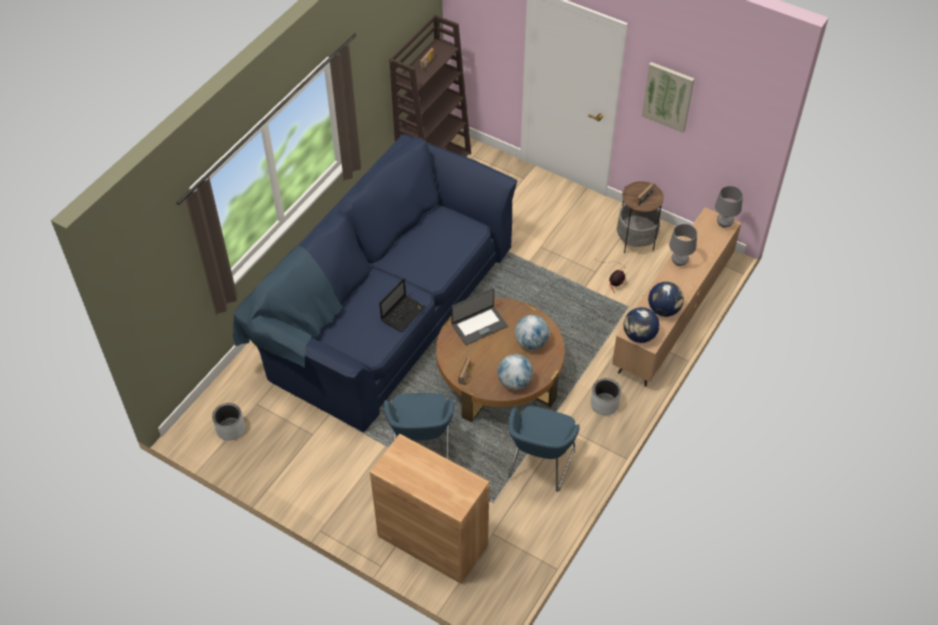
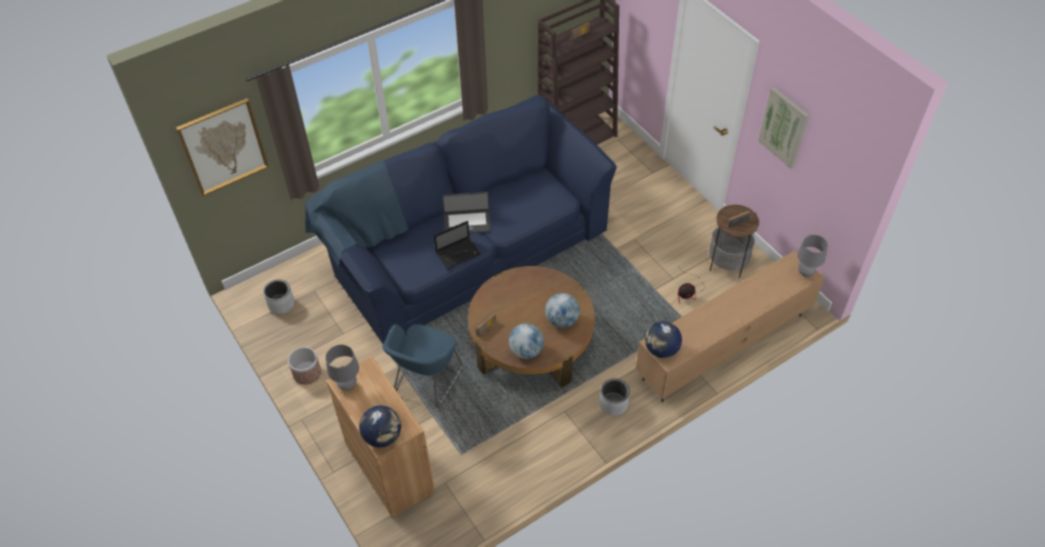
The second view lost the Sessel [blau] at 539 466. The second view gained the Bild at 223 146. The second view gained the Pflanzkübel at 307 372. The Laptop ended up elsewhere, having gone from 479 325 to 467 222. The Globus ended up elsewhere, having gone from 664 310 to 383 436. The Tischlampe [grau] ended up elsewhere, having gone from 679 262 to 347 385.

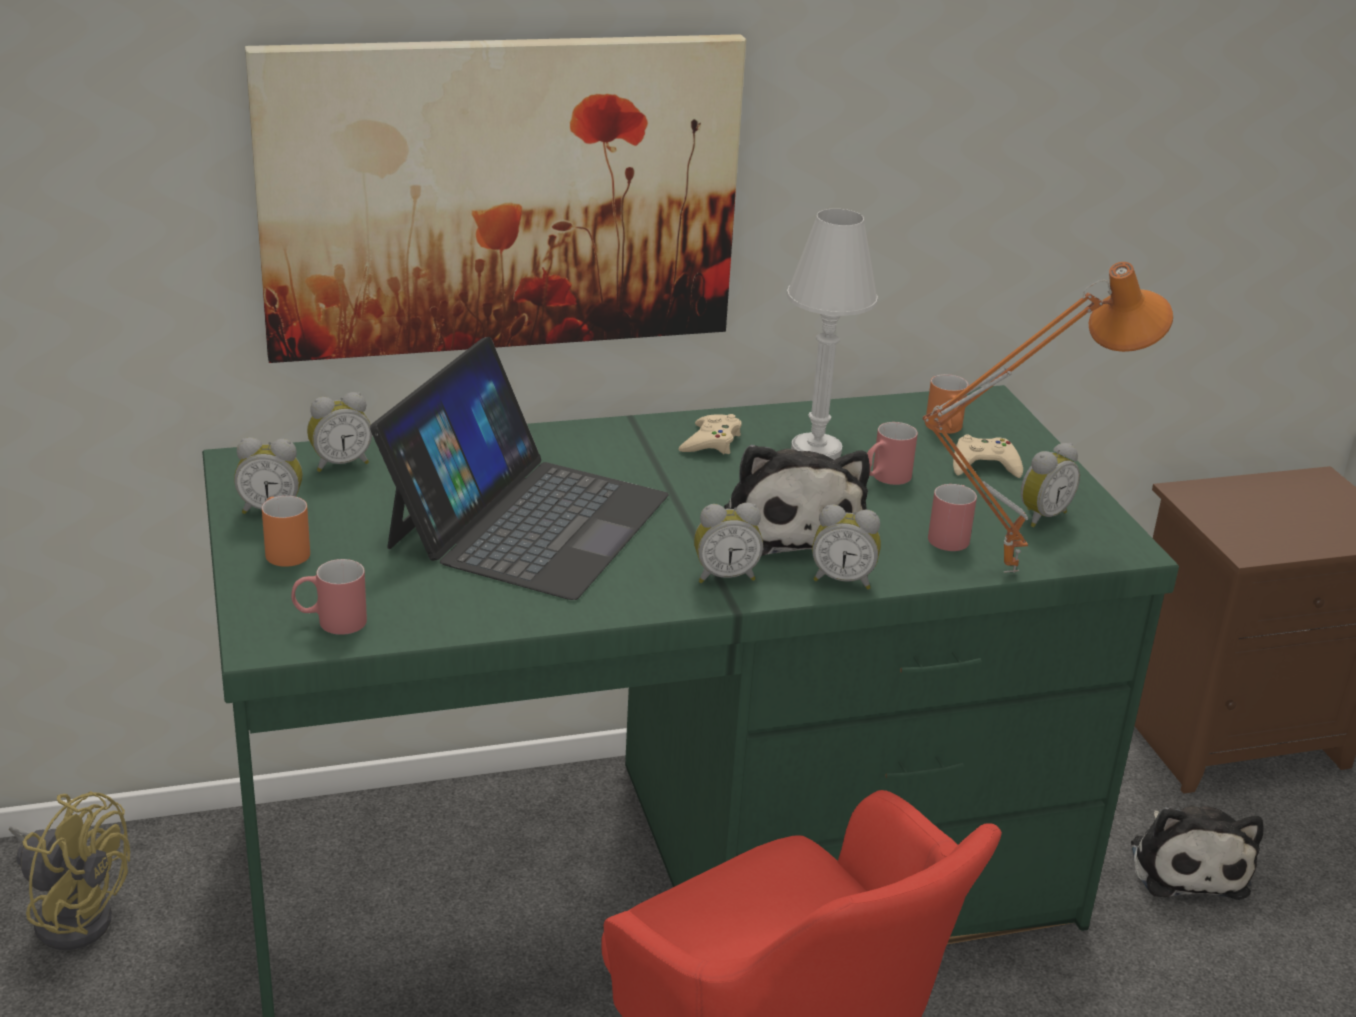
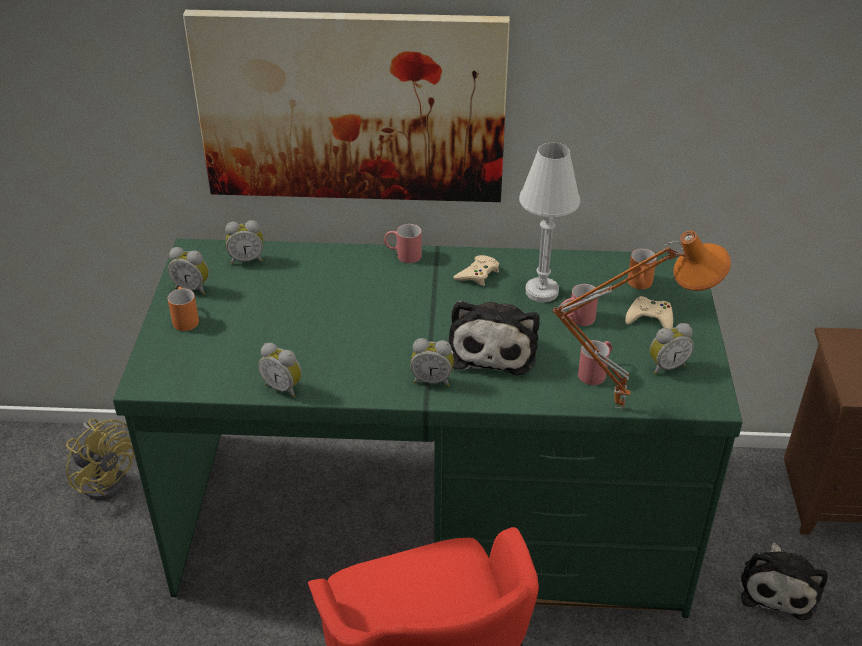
The second view lost the Laptop at 526 520. The Henkelbecher [rot] ended up elsewhere, having gone from 330 622 to 403 255. The Wecker ended up elsewhere, having gone from 843 579 to 284 387.

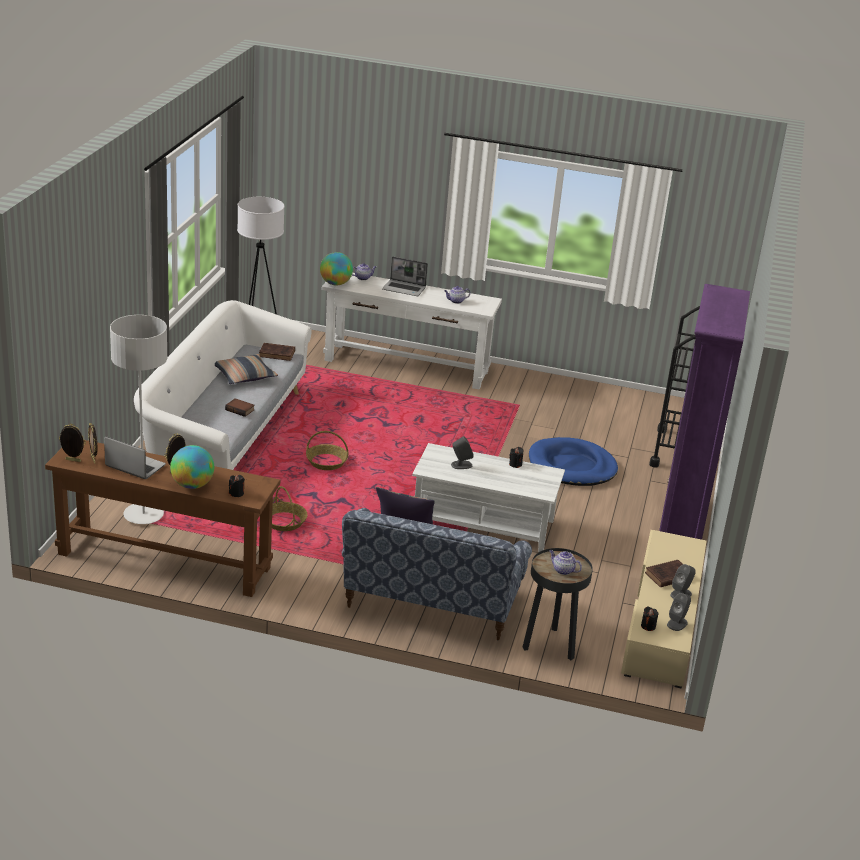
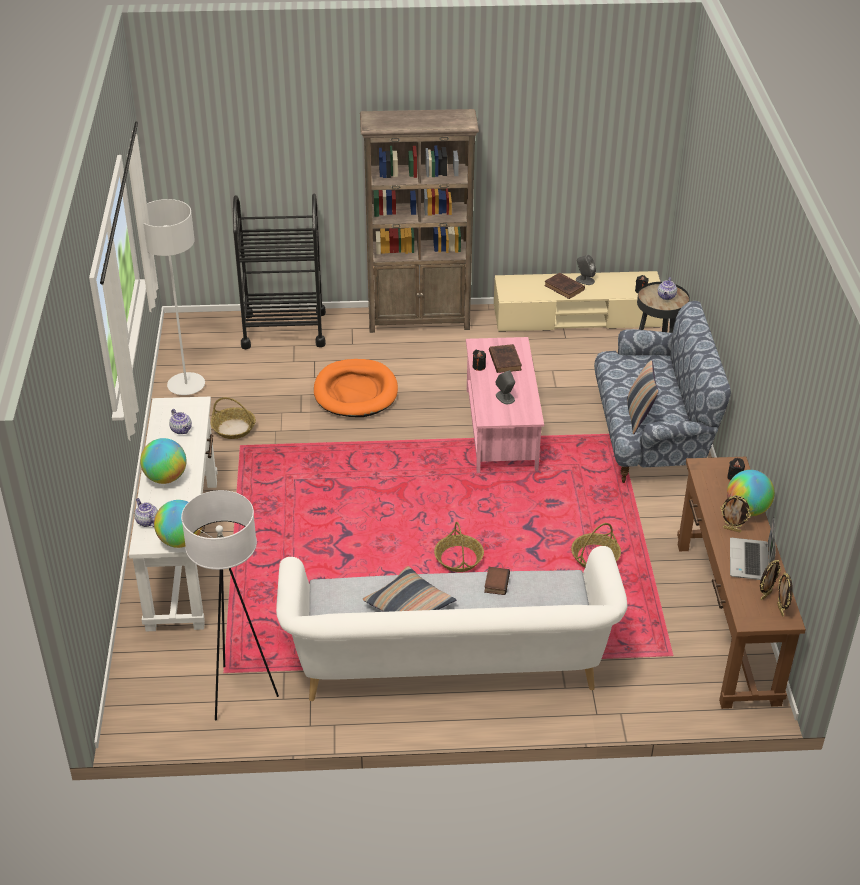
The second view lost the Lautsprecher [grau] at 677 623. The second view gained the Korb at 234 428. The Stehlampe [grau] ended up elsewhere, having gone from 143 515 to 186 385. The Buch [braun] ended up elsewhere, having gone from 278 354 to 504 360. Where the Laptop stood at 404 289, the Globus came to stand at 165 478. What was the Couchtisch [weiß] at 483 523 turned into the Couchtisch [rosa] at 501 429. What was the Hundebett [blau] at 572 466 turned into the Hundebett [orange] at 355 392. What was the Bücherregal [lila] at 682 524 turned into the Bücherregal [braun] at 419 320.

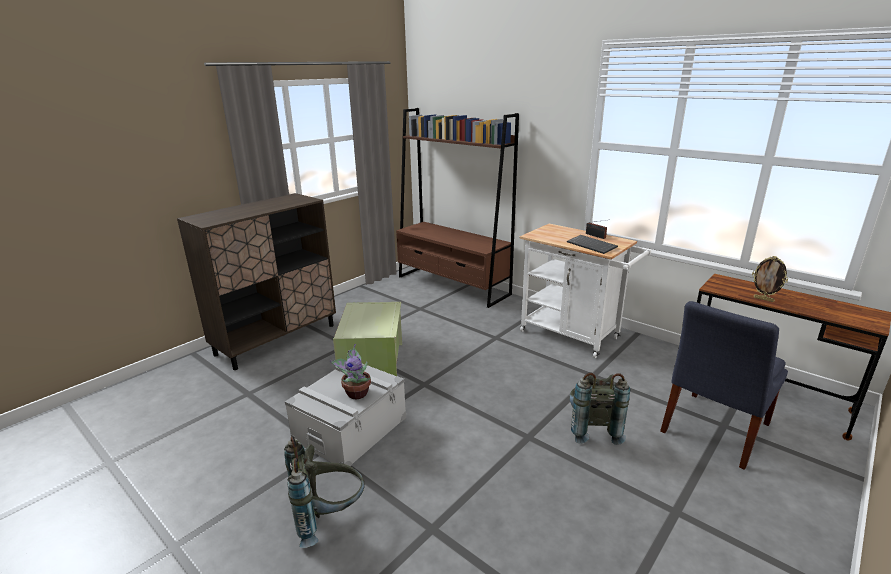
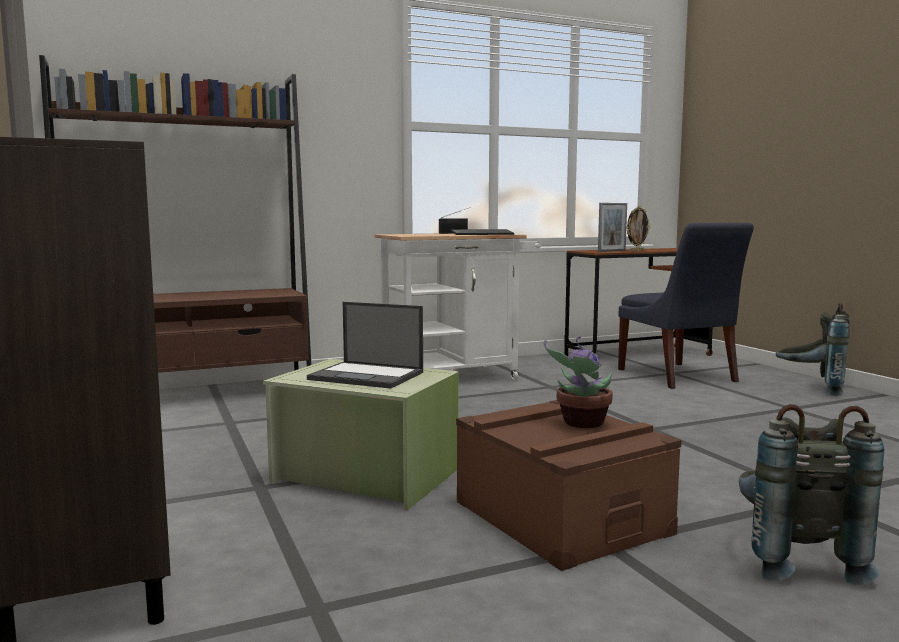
The second view gained the Laptop at 368 376. The second view gained the Bilderrahmen at 611 251. The Rucksack [grau] ended up elsewhere, having gone from 592 428 to 811 388. What was the Aufbewahrungsbox [grau] at 350 428 turned into the Aufbewahrungsbox [braun] at 560 517.

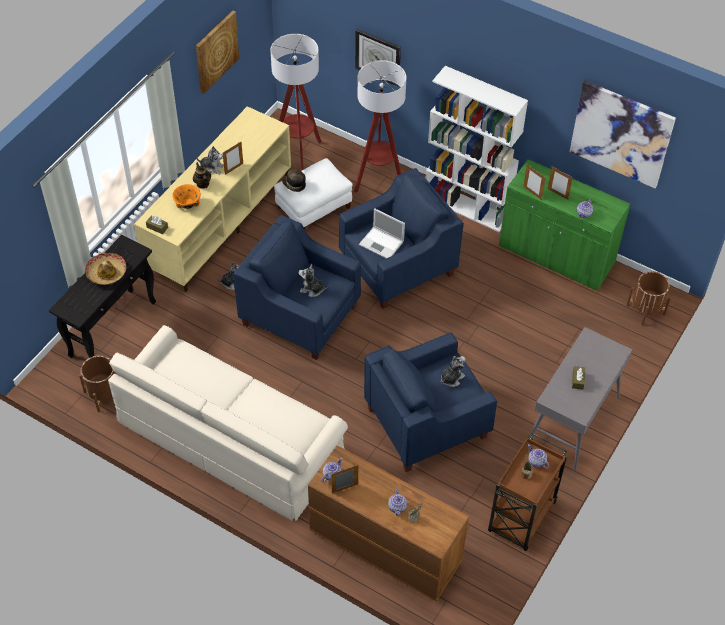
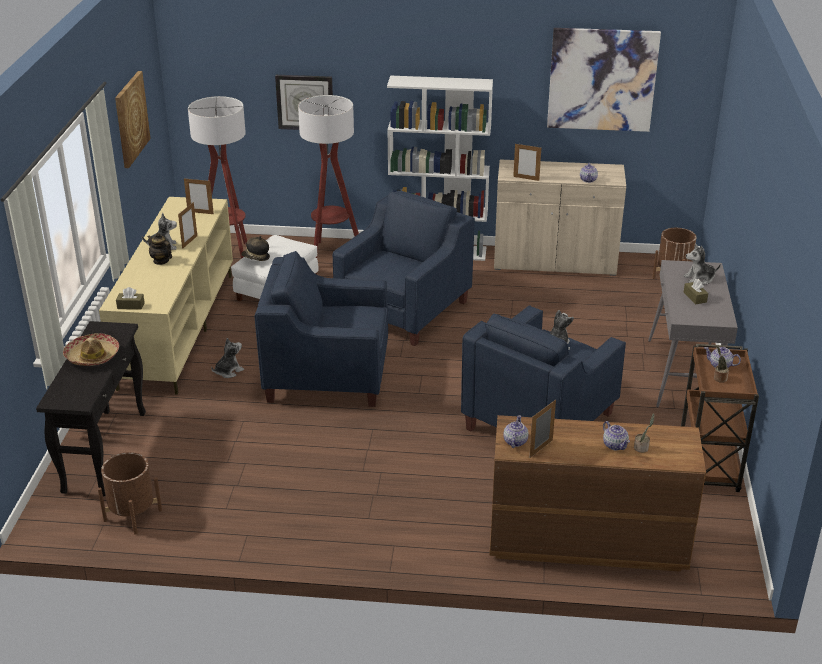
The second view lost the Sofa [beige] at 230 437. The second view lost the Schüssel [orange] at 187 204. The second view lost the Laptop at 382 243. The Plüschtier ended up elsewhere, having gone from 312 289 to 699 279. The Bilderrahmen ended up elsewhere, having gone from 557 194 to 200 212. What was the Schrank [grün] at 556 255 turned into the Schrank [beige] at 554 262.

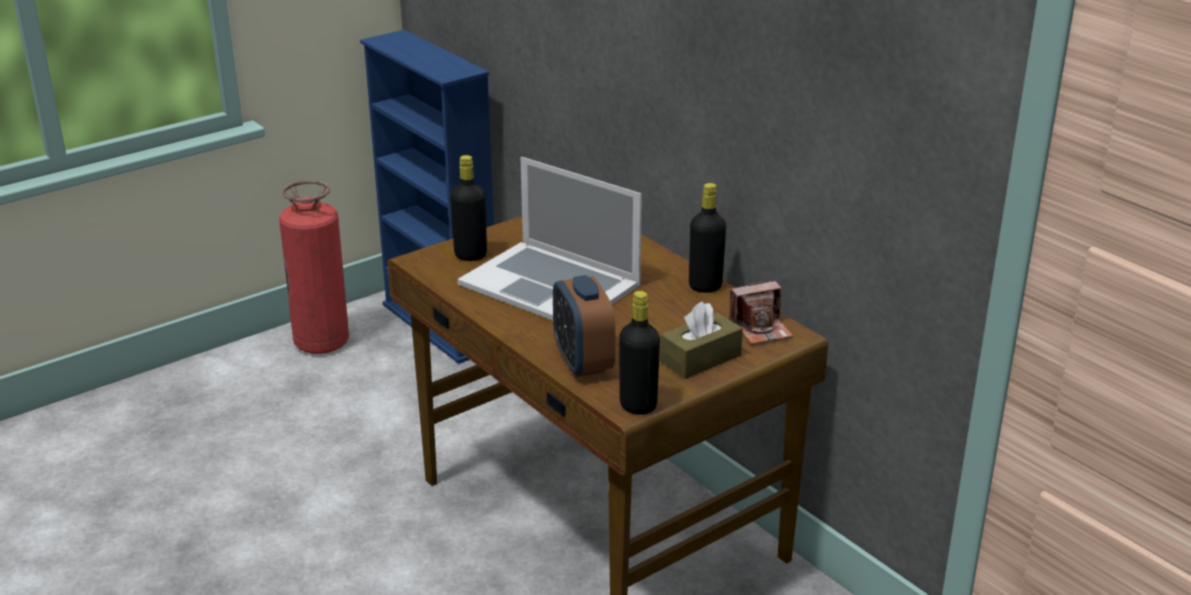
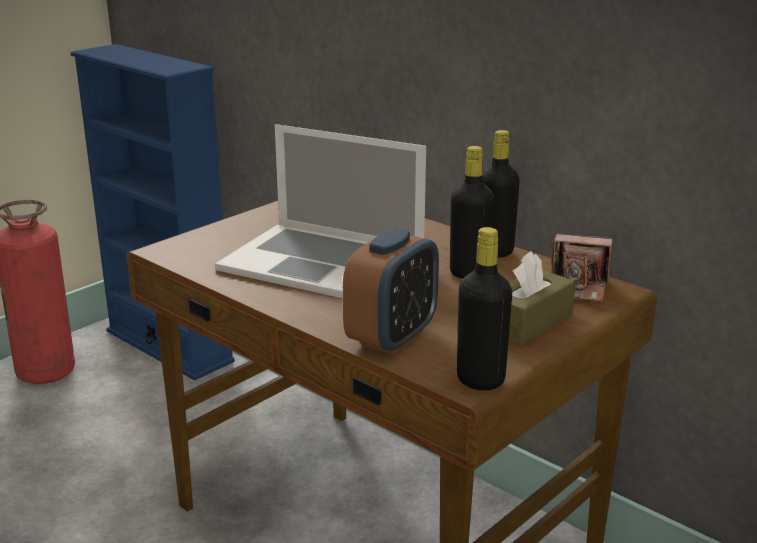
The Flasche [schwarz] ended up elsewhere, having gone from 470 255 to 469 273. The Wecker at 583 362 ended up facing another way, 120 degrees counterclockwise from before. The Kamera at 760 329 ended up facing another way, 45 degrees clockwise from before.

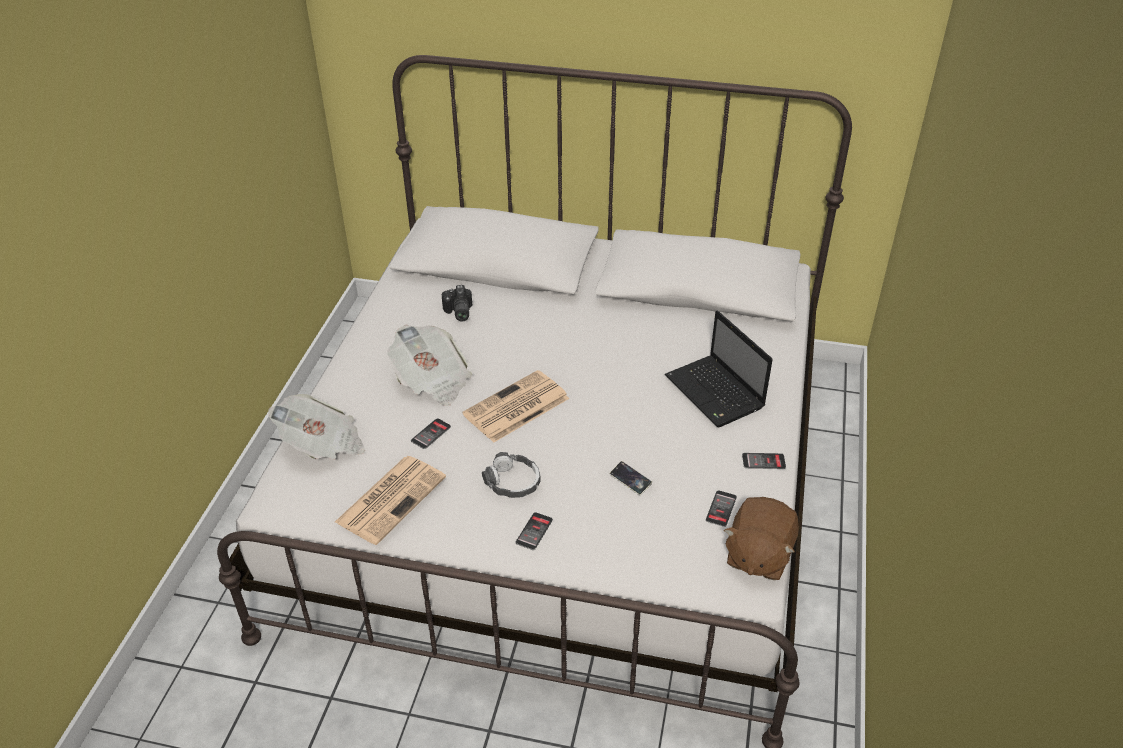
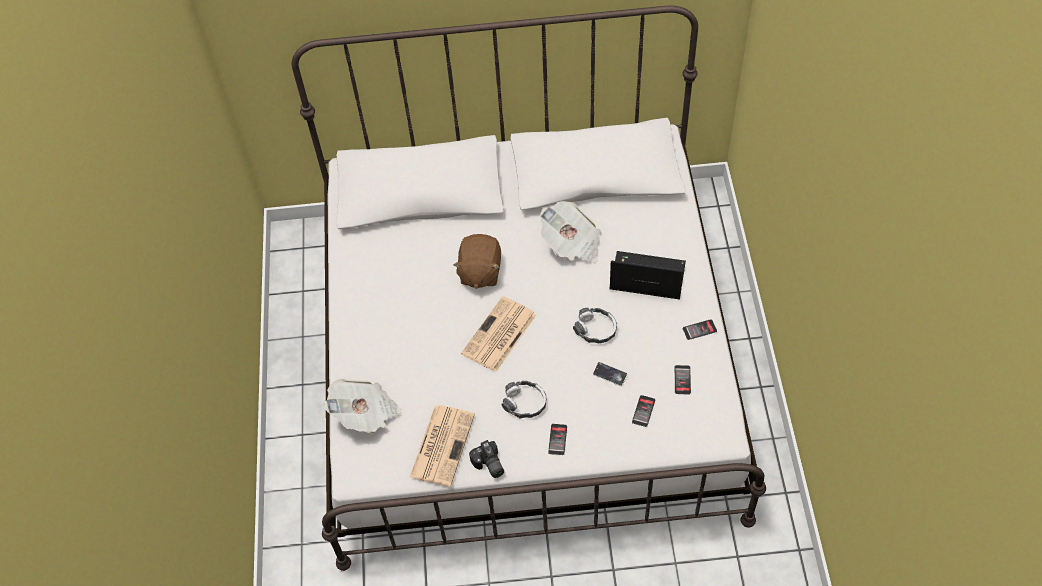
The second view gained the Kopfhörer at 595 329. The Zeitung ended up elsewhere, having gone from 432 381 to 572 244. The Handy ended up elsewhere, having gone from 431 434 to 643 411. The Kamera ended up elsewhere, having gone from 458 312 to 488 465. The Plüschtier [braun] ended up elsewhere, having gone from 758 555 to 479 272. The Laptop at 716 393 ended up facing another way, 150 degrees clockwise from before.

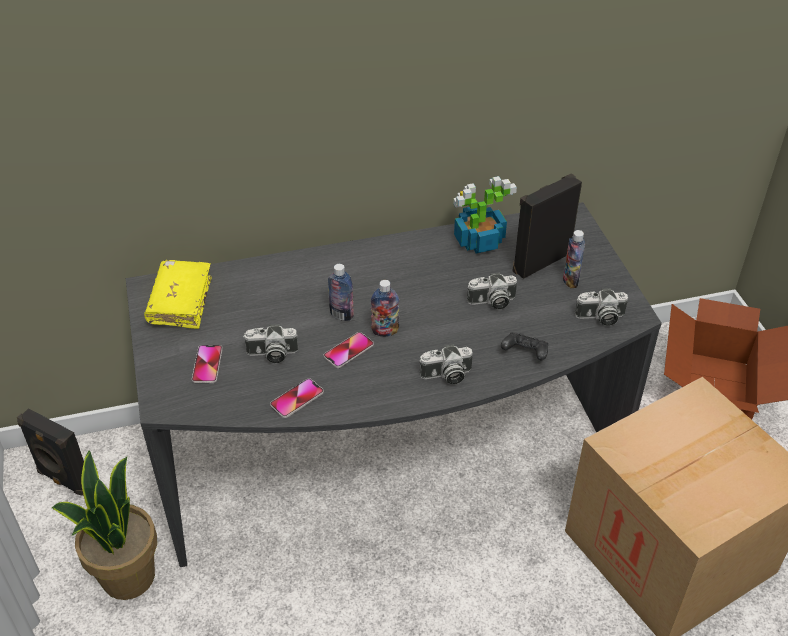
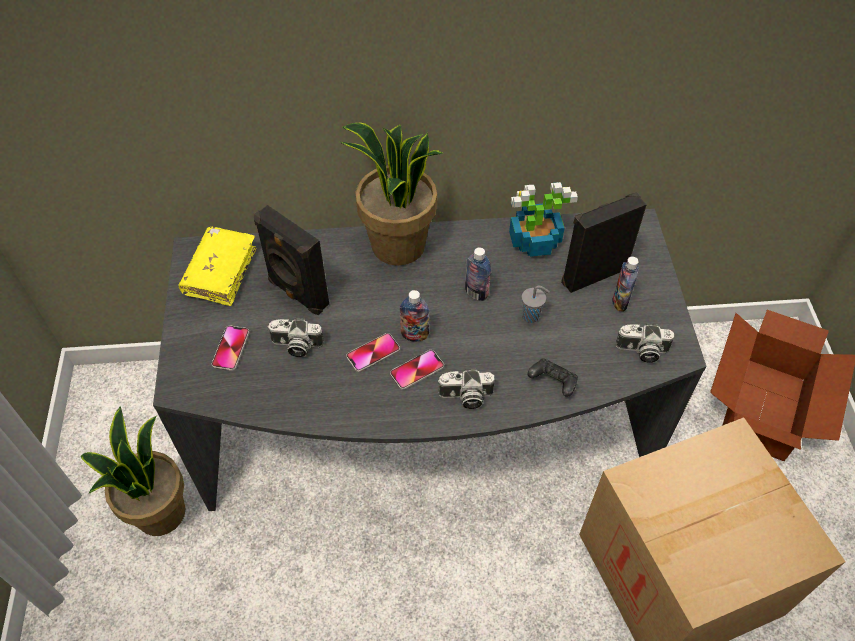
The second view gained the Topfpflanze at 397 246. The Lautsprecher [schwarz] ended up elsewhere, having gone from 63 480 to 297 293. The Handy ended up elsewhere, having gone from 297 399 to 417 370. The Flasche ended up elsewhere, having gone from 341 315 to 476 293. Where the Kamera stood at 492 302, the Tasse [grau] came to stand at 531 316.

